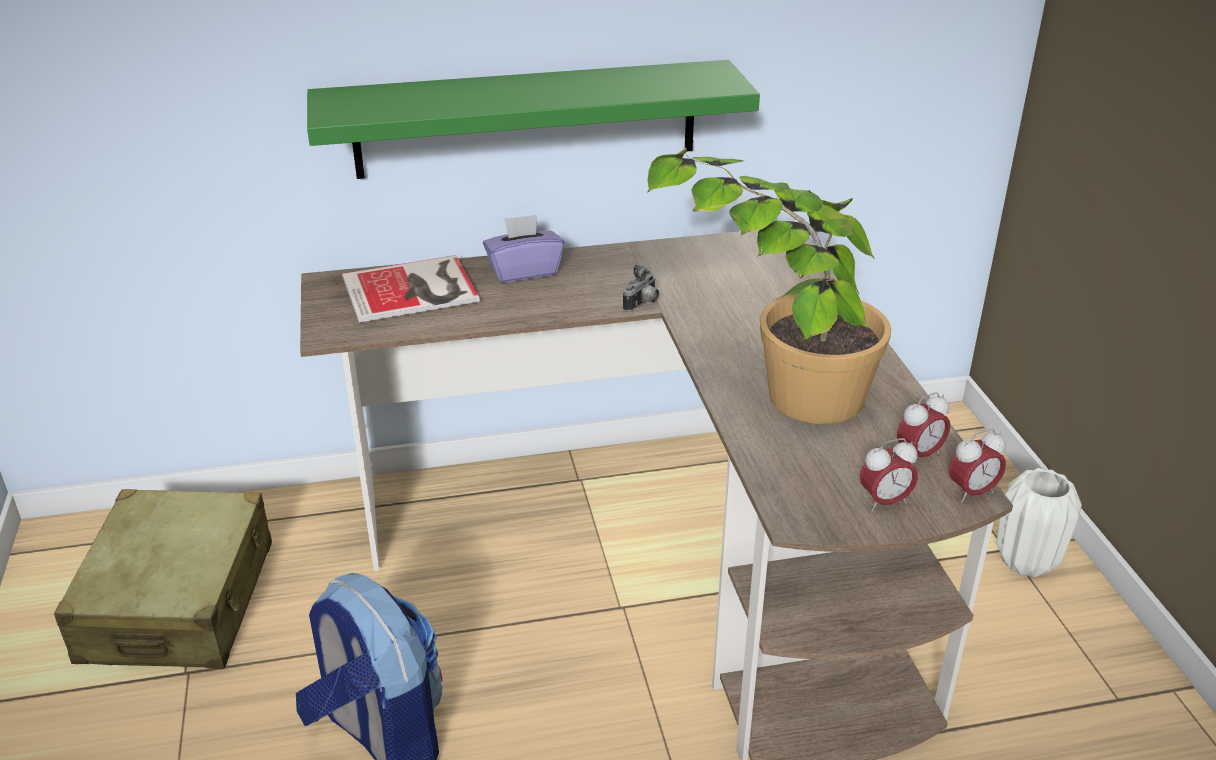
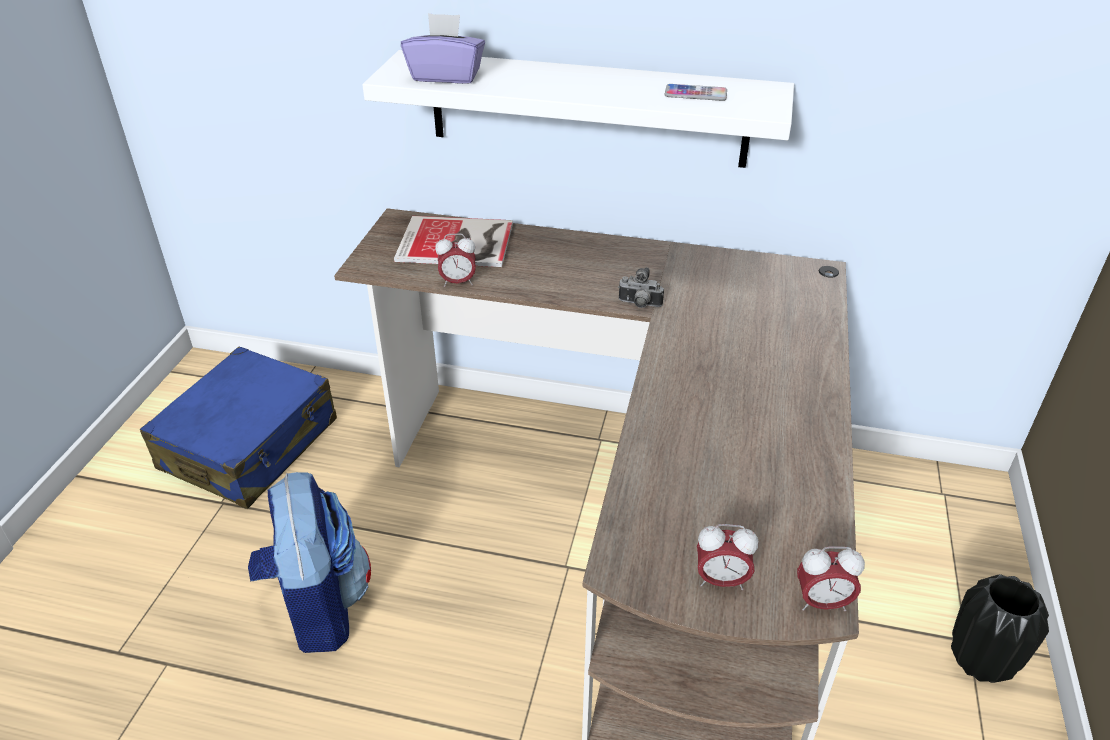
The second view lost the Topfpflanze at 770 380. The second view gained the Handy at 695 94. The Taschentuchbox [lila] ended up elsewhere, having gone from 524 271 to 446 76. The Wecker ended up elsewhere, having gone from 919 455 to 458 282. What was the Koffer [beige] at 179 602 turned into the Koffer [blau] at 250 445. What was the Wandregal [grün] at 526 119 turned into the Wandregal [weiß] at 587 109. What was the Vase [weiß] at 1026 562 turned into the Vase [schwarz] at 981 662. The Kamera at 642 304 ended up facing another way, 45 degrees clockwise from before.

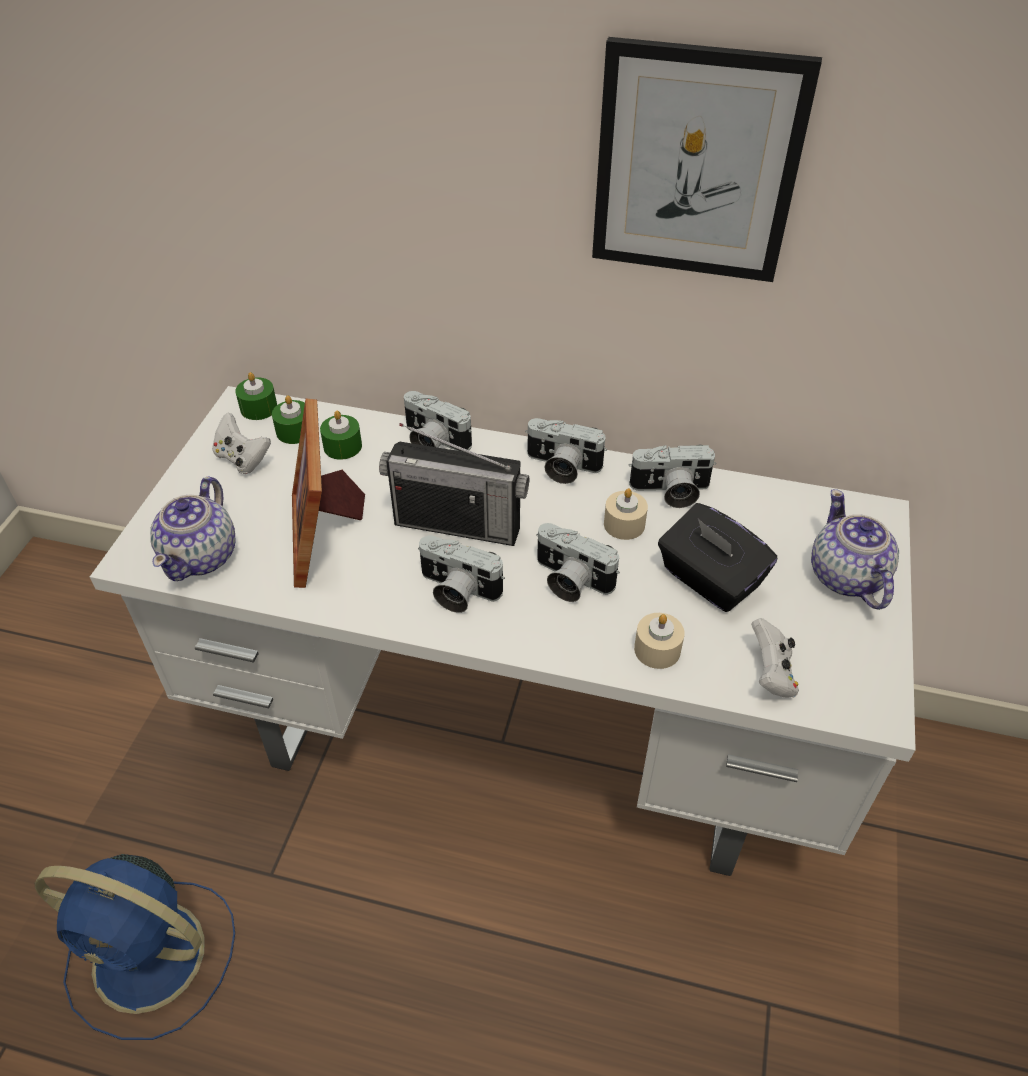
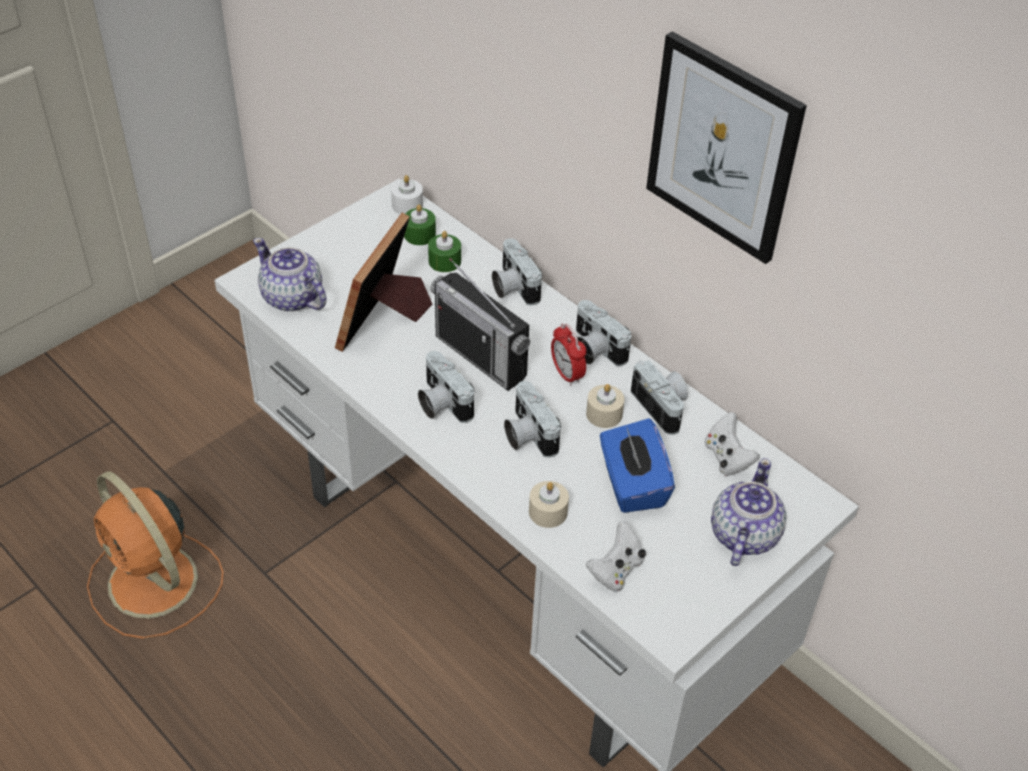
The second view gained the Wecker at 567 374. The Gamepad [weiß] ended up elsewhere, having gone from 242 459 to 727 458. What was the Ventilator [blau] at 154 957 turned into the Ventilator [orange] at 155 584. What was the Kerze [grün] at 259 408 turned into the Kerze [weiß] at 407 205. What was the Taschentuchbox [schwarz] at 709 579 turned into the Taschentuchbox [blau] at 632 484. The Teekanne at 201 556 ended up facing another way, 90 degrees clockwise from before. The Kamera at 670 492 ended up facing another way, 150 degrees counterclockwise from before.

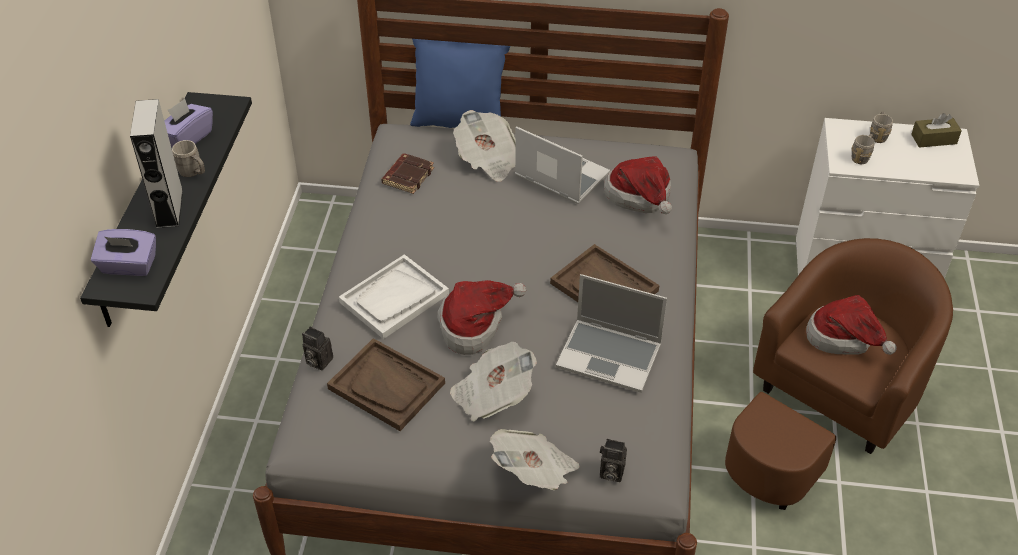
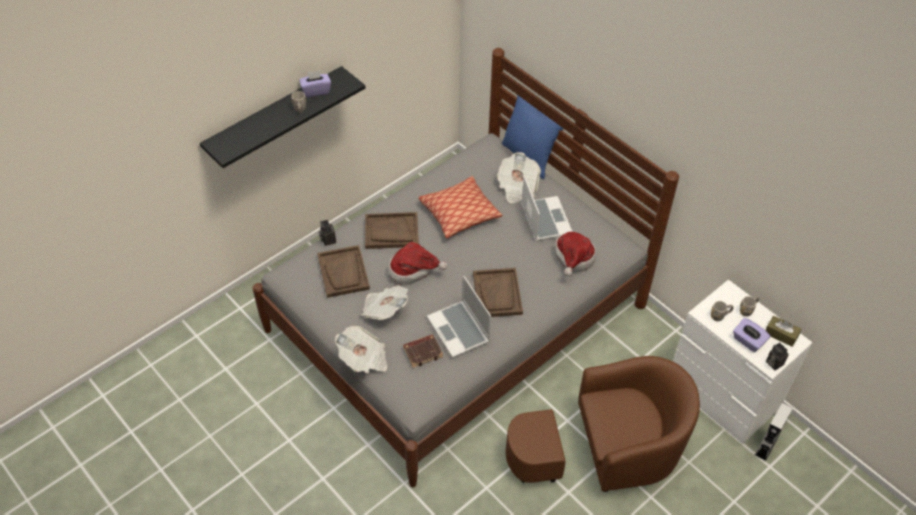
The second view lost the Hut at 844 339. The second view gained the Kissen at 459 213. The Taschentuchbox [lila] ended up elsewhere, having gone from 129 266 to 748 341. The Lautsprecher [grau] ended up elsewhere, having gone from 169 208 to 765 447. The Buch [braun] ended up elsewhere, having gone from 407 176 to 423 352. The Kamera ended up elsewhere, having gone from 610 472 to 773 363. What was the Tablett [weiß] at 394 298 turned into the Tablett [braun] at 391 232.

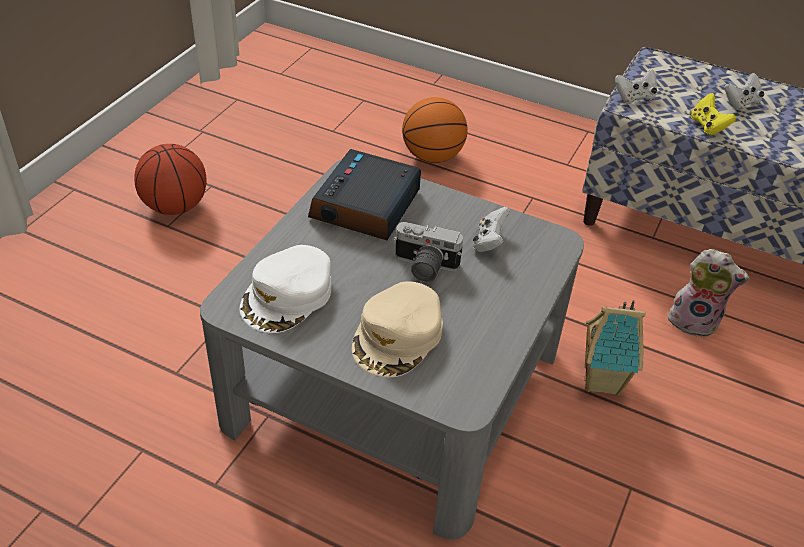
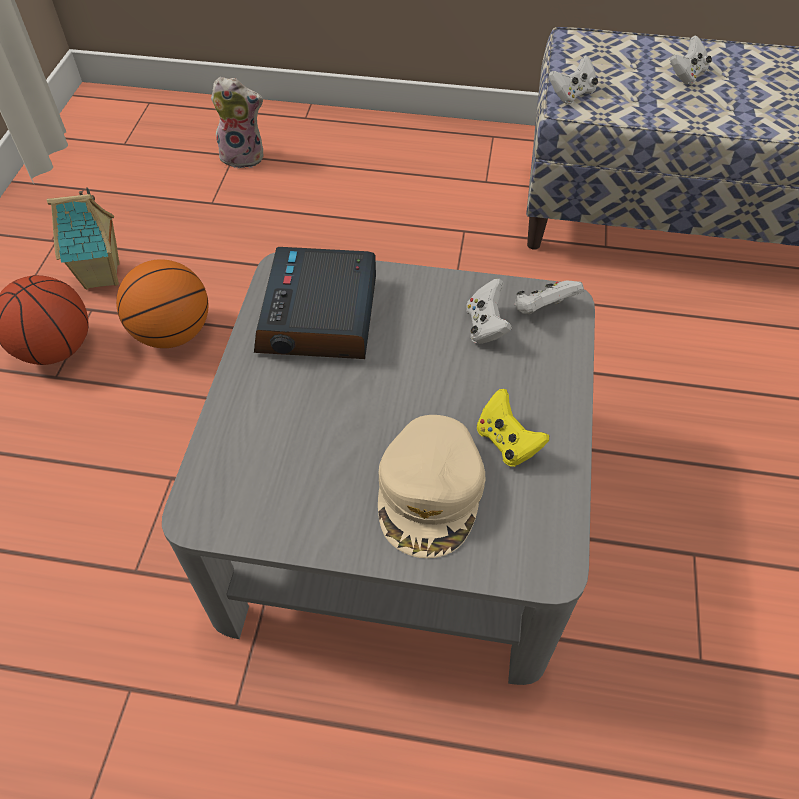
The second view lost the Kappe [weiß] at 288 296. The second view lost the Kamera at 423 267. The second view gained the Gamepad [weiß] at 543 309. The Basketball ended up elsewhere, having gone from 432 156 to 173 333. The Spielzeughaus ended up elsewhere, having gone from 603 381 to 103 276. The Plüschtier ended up elsewhere, having gone from 694 321 to 244 156. The Gamepad [gelb] ended up elsewhere, having gone from 707 126 to 507 442.

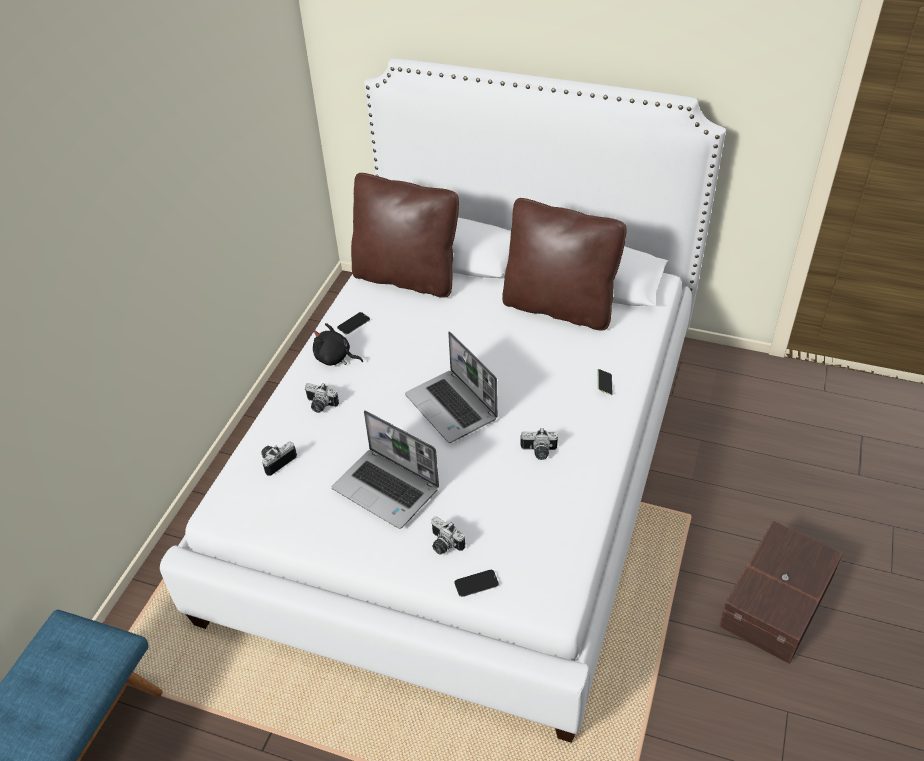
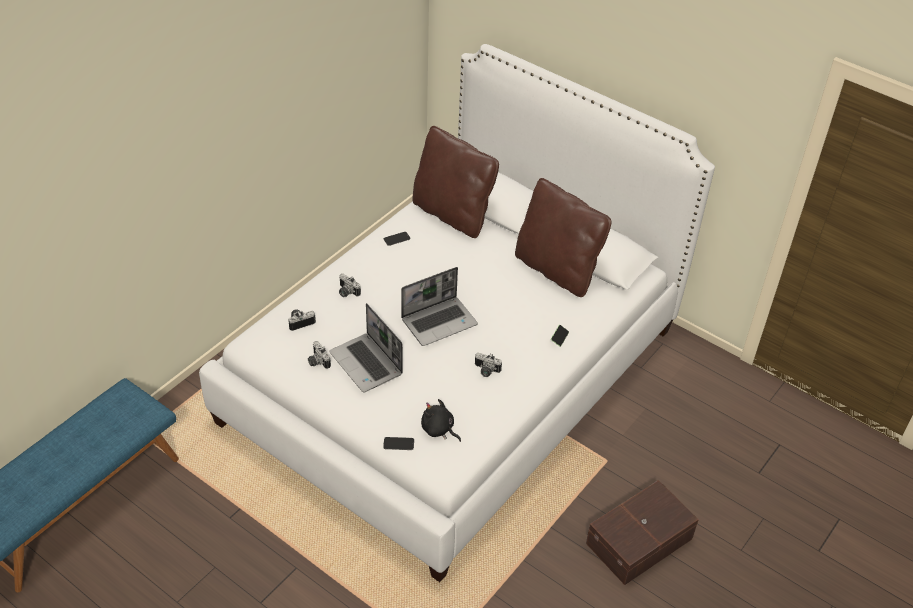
The Plüschtier [schwarz] ended up elsewhere, having gone from 335 358 to 439 429. The Kamera ended up elsewhere, having gone from 443 544 to 317 361. The Laptop at 452 408 ended up facing another way, 105 degrees counterclockwise from before.

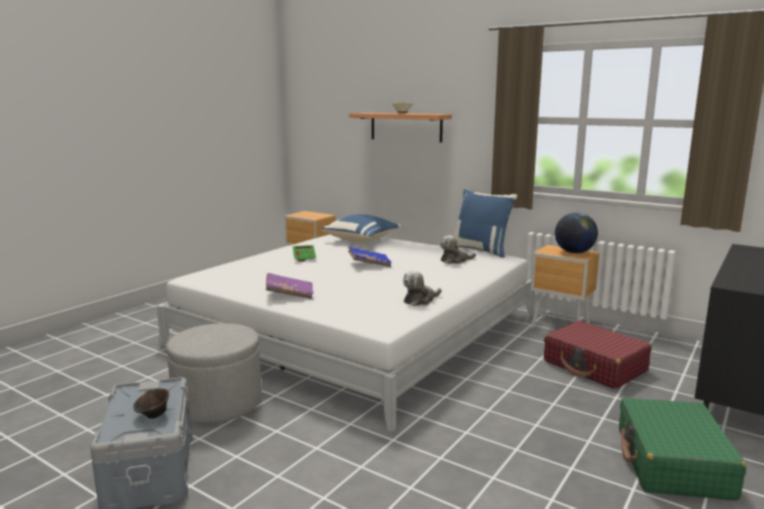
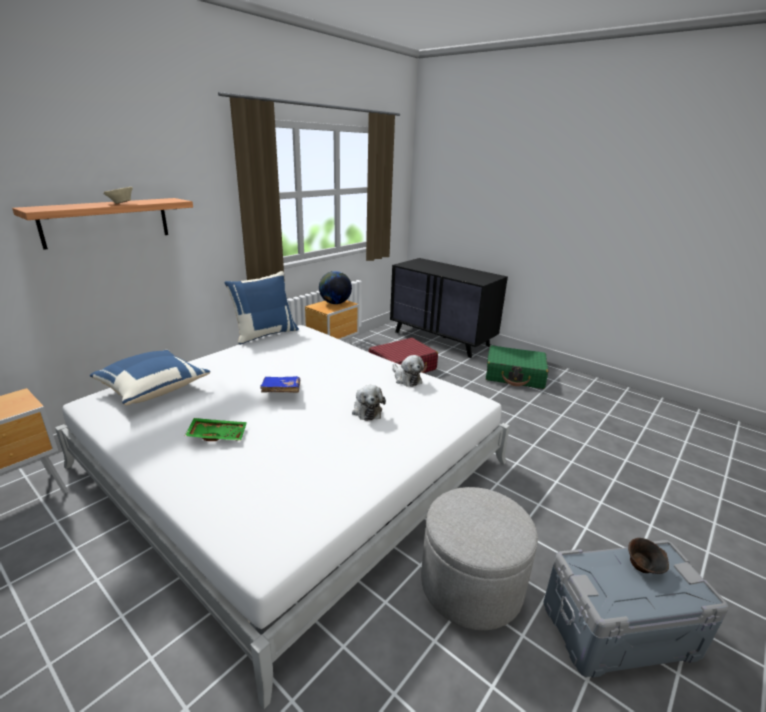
The second view lost the Buch [lila] at 289 294. The Plüschtier ended up elsewhere, having gone from 455 260 to 366 410.

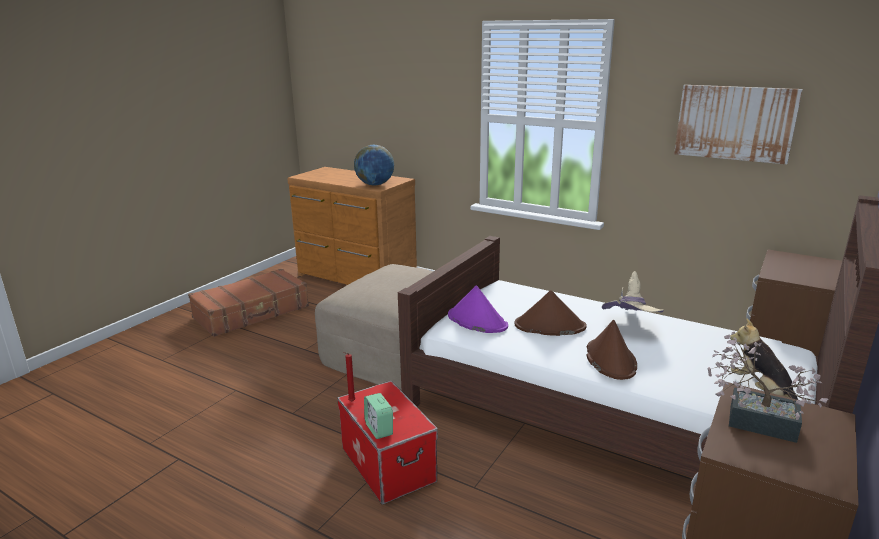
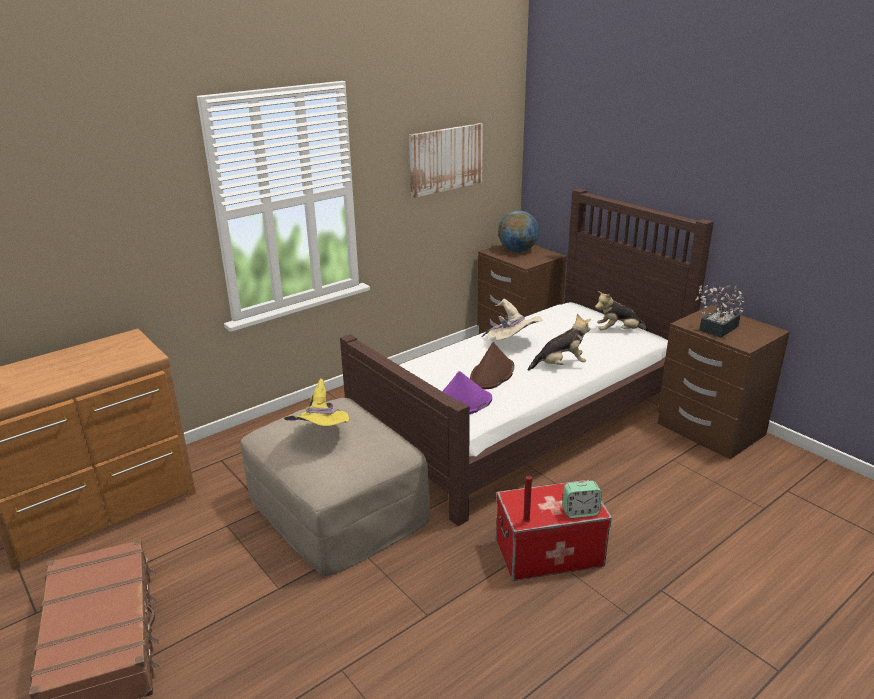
The second view gained the Hut [gelb] at 322 437. The Globus ended up elsewhere, having gone from 375 184 to 517 250. Where the Hut [braun] stood at 610 359, the Plüschtier came to stand at 560 365.

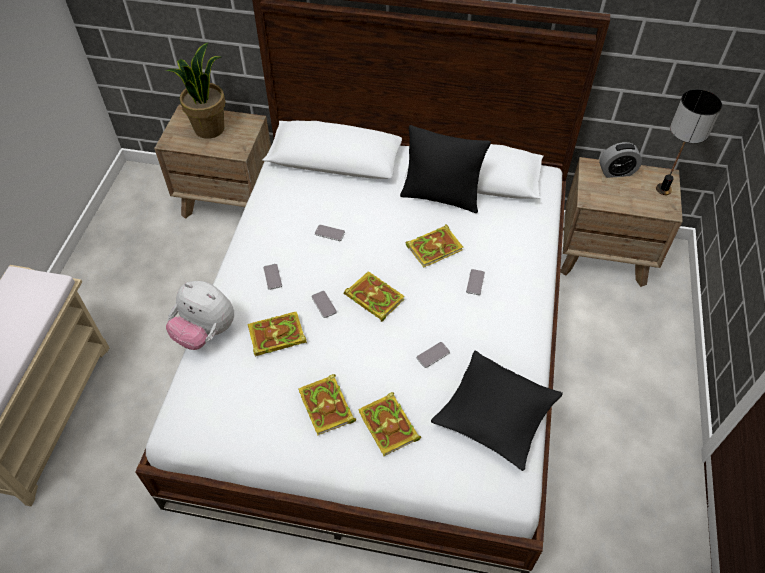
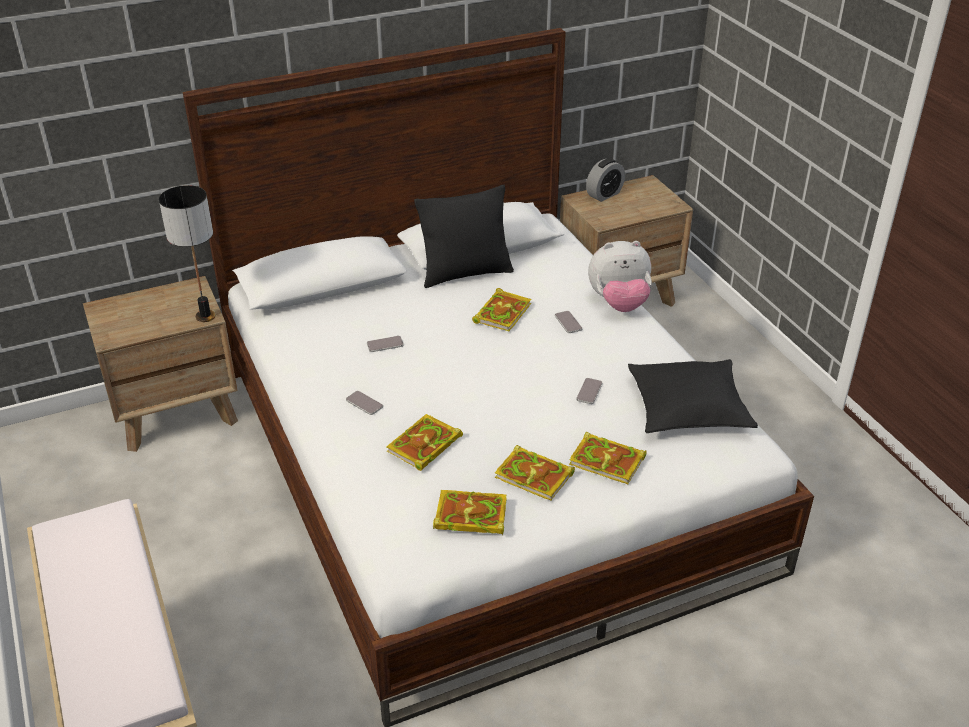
The second view lost the Topfpflanze at 209 128. The second view lost the Handy at 324 304. The Plüschtier ended up elsewhere, having gone from 205 332 to 619 303. The Buch ended up elsewhere, having gone from 373 297 to 469 516. The Tischlampe ended up elsewhere, having gone from 663 189 to 205 316.

